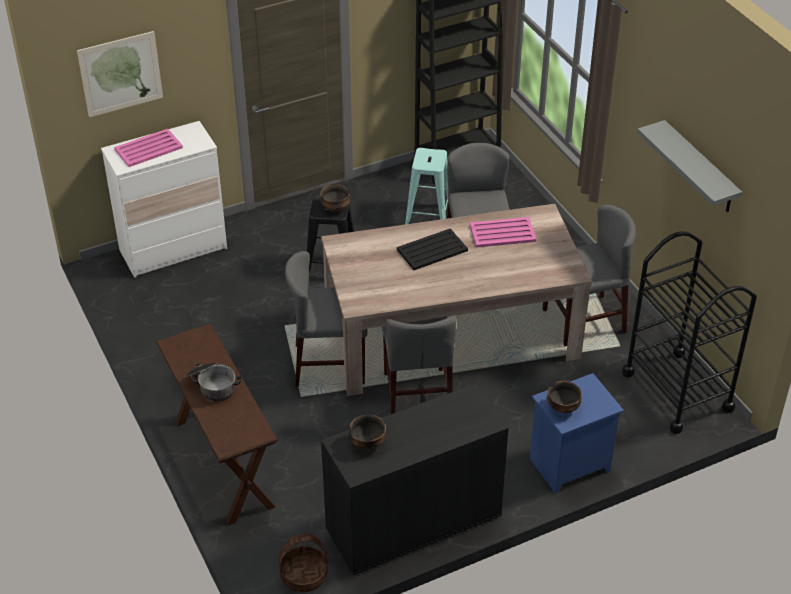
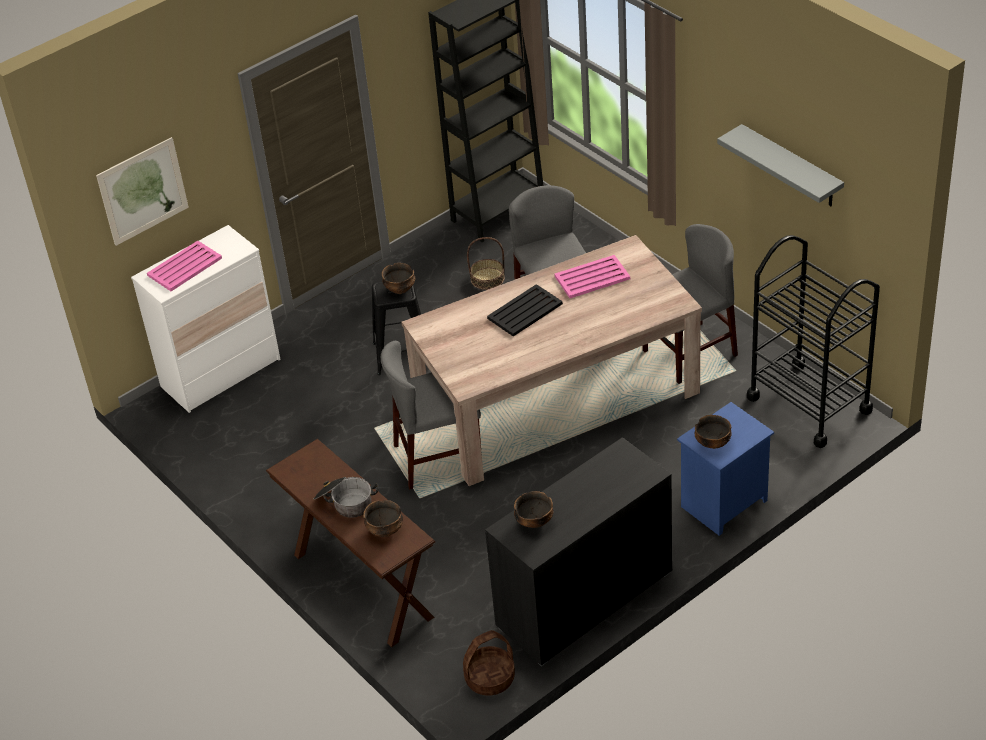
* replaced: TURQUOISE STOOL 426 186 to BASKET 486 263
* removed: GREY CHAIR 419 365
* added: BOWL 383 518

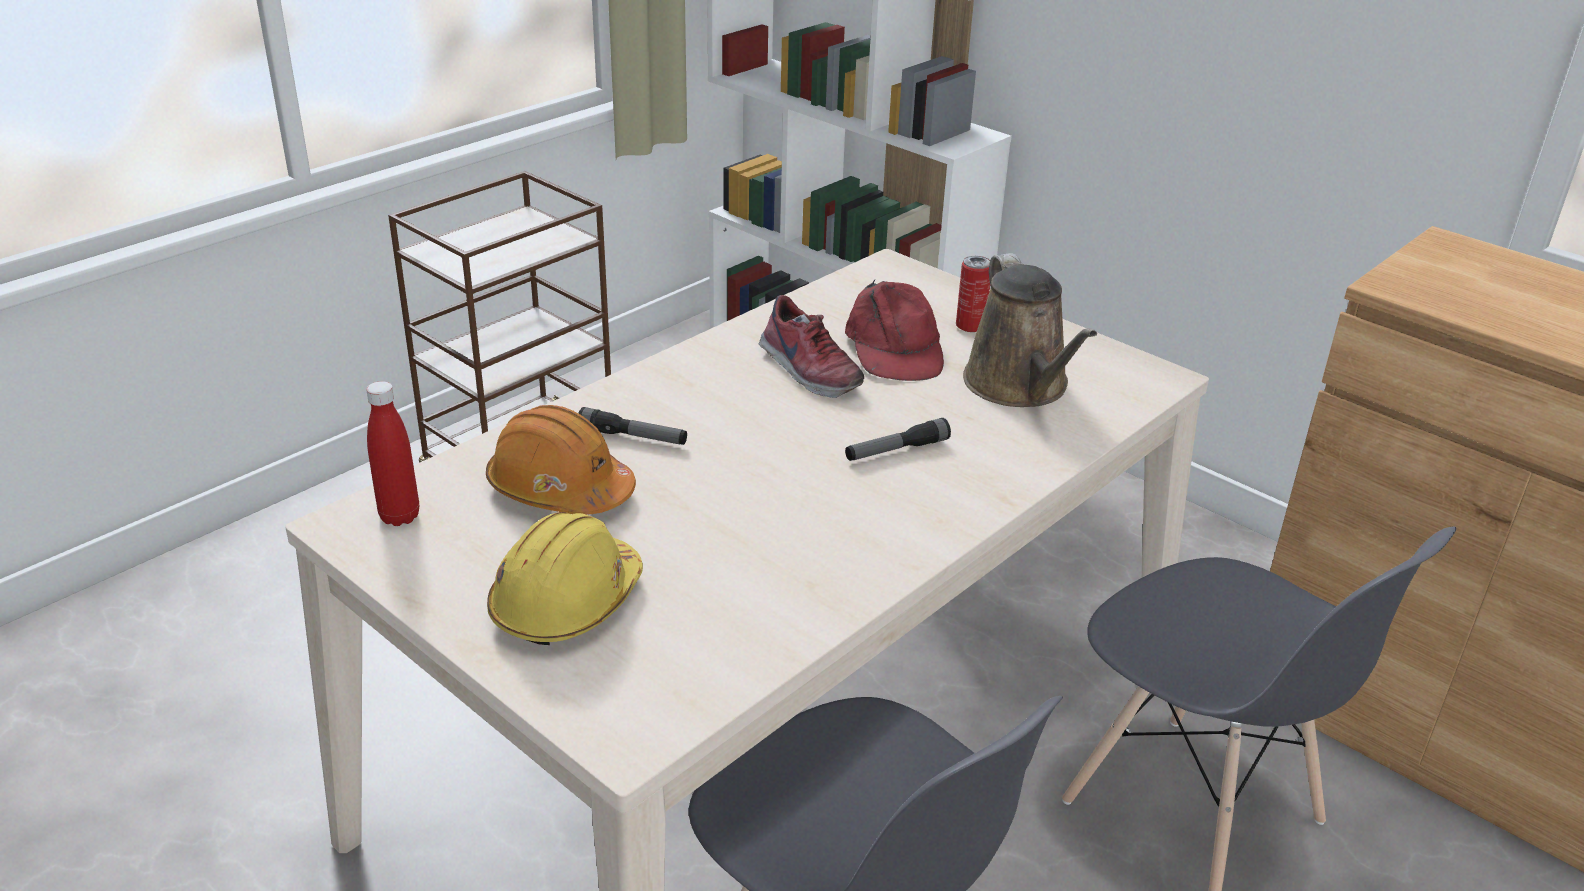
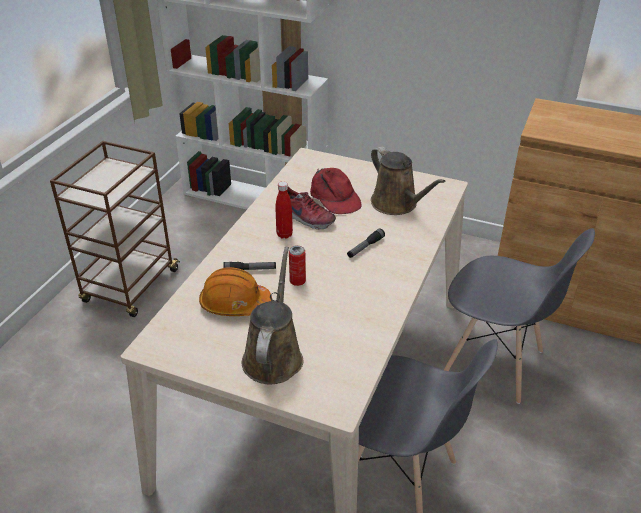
* moved: CAN 973 294 to 297 266
* moved: RED BOTTLE 392 453 to 284 210
* replaced: YELLOW HARD HAT 565 578 to BROWN WATERING CAN 272 315

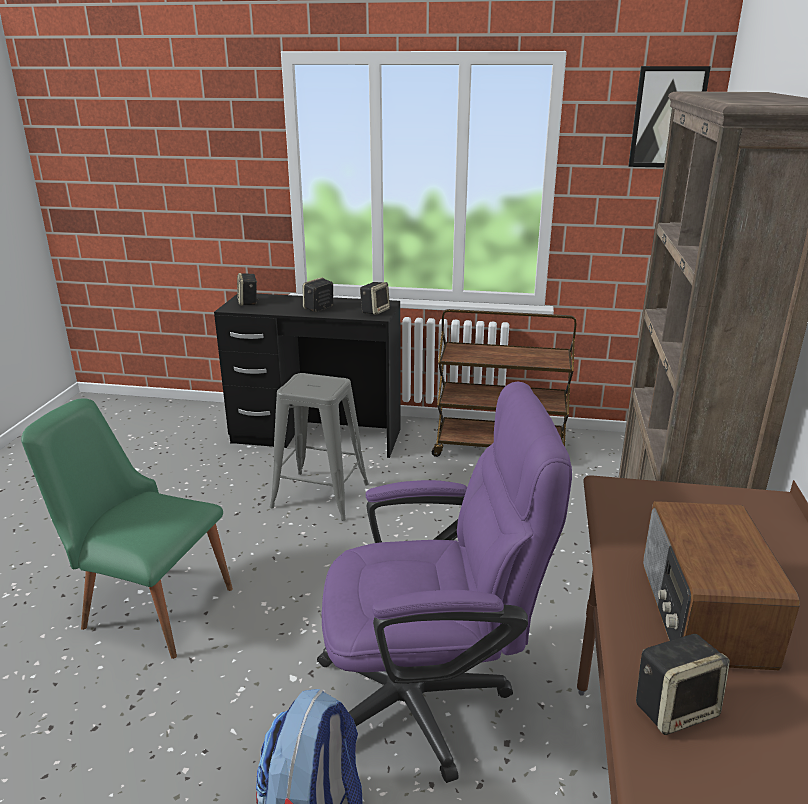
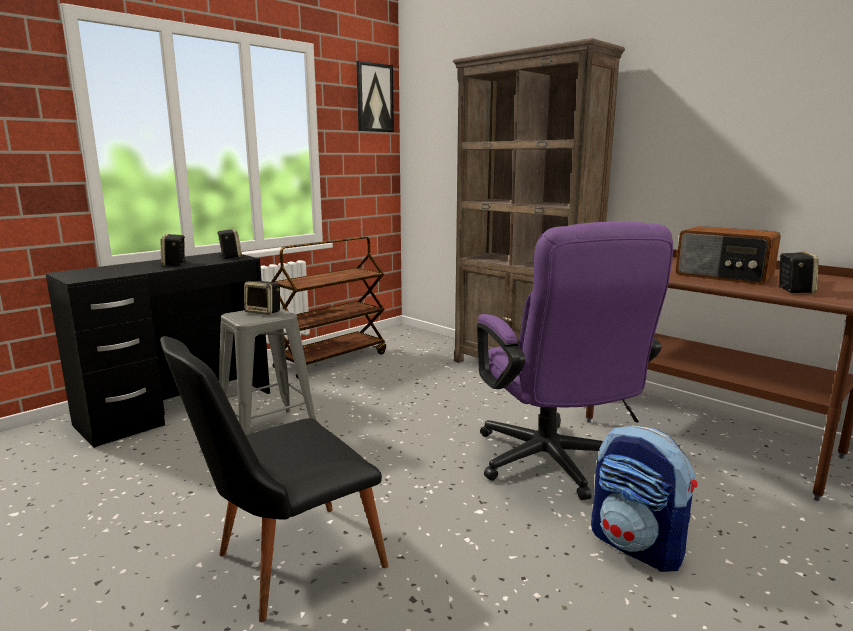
* moved: SPEAKER 248 289 to 262 298
* turned: PURPLE OFFICE CHAIR 444 582 = 575 360 135 degrees clockwise
* recoloured: GREEN CHAIR 127 528 to BLACK CHAIR 274 479

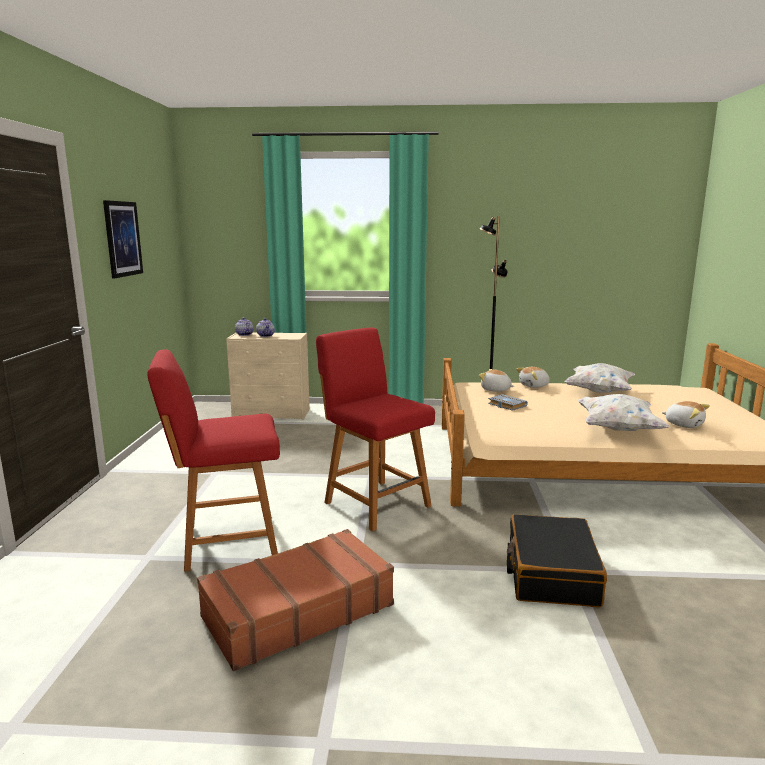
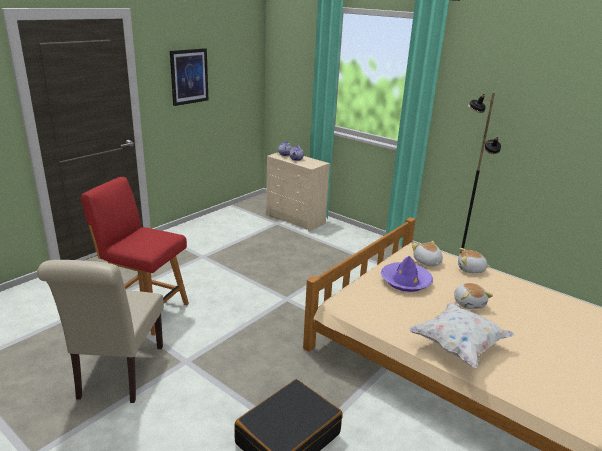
* removed: RED CHAIR 375 429
* removed: WHITE PILLOW 599 378
* replaced: GREY BOOK 508 402 to PURPLE HAT 407 274
* moved: PLUSH TOY 686 414 to 473 296
* replaced: BROWN SUITCASE 295 600 to BEIGE CHAIR 100 331

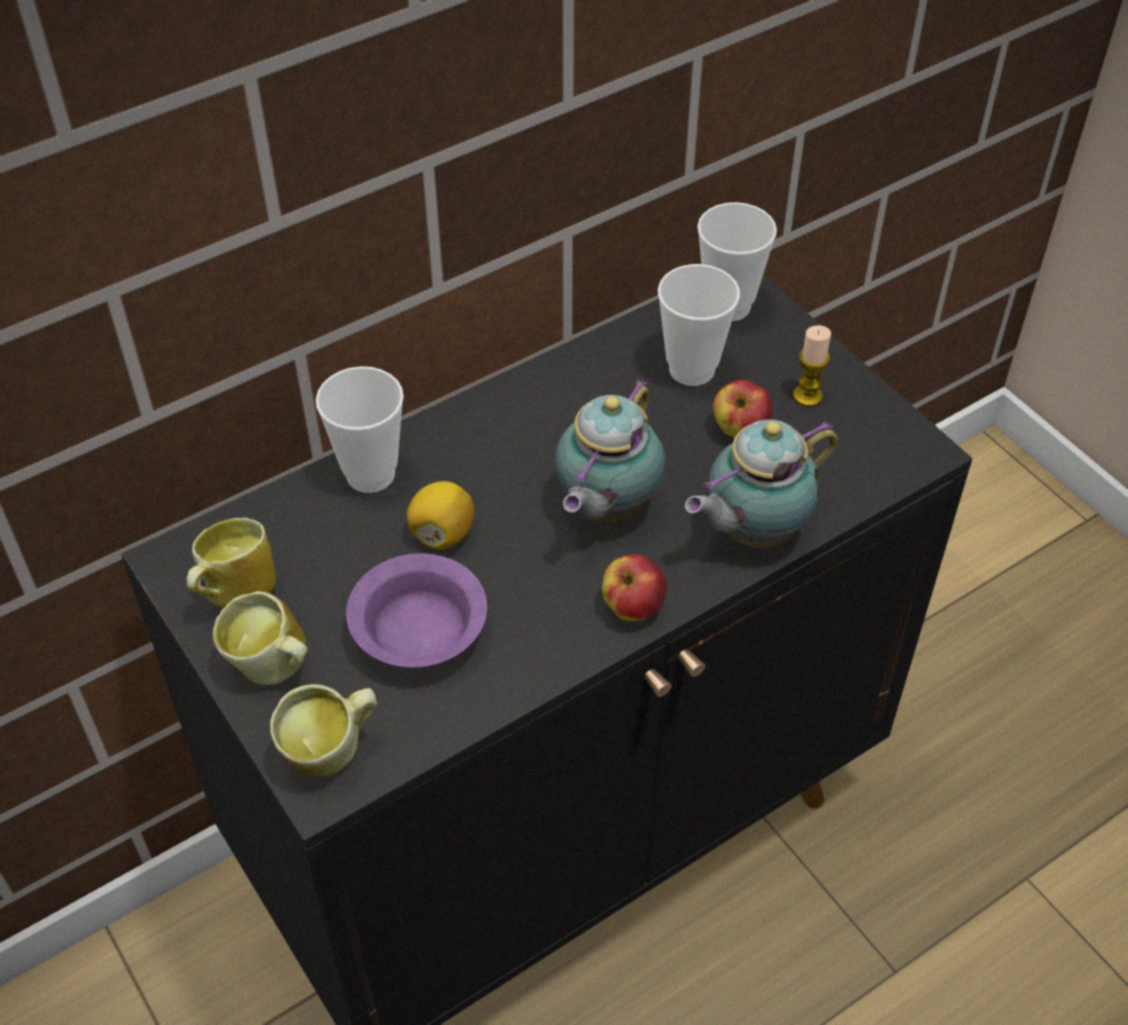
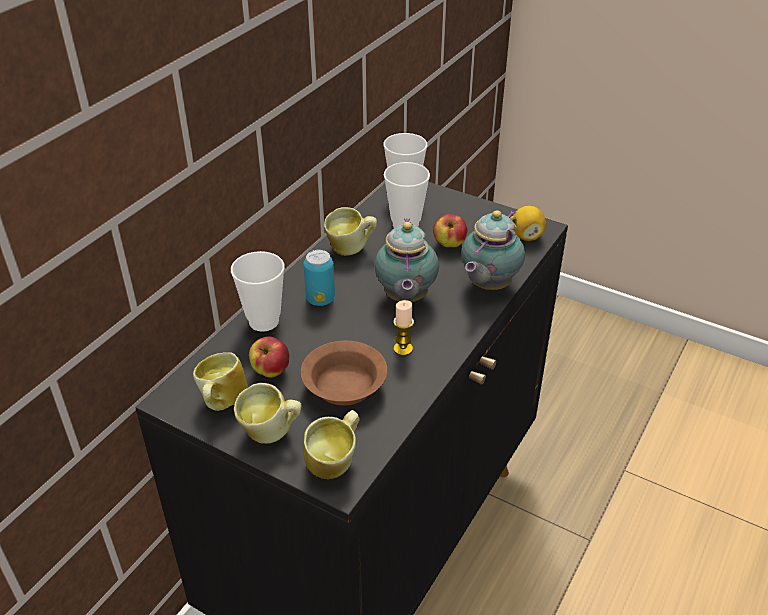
* moved: CANDLE 812 366 to 403 328
* moved: LEMON 440 515 to 529 223
* recoloured: PURPLE BOWL 416 611 to BROWN BOWL 344 373
* moved: APPLE 634 587 to 269 357
* added: MUG 350 231
* added: CAN 319 278

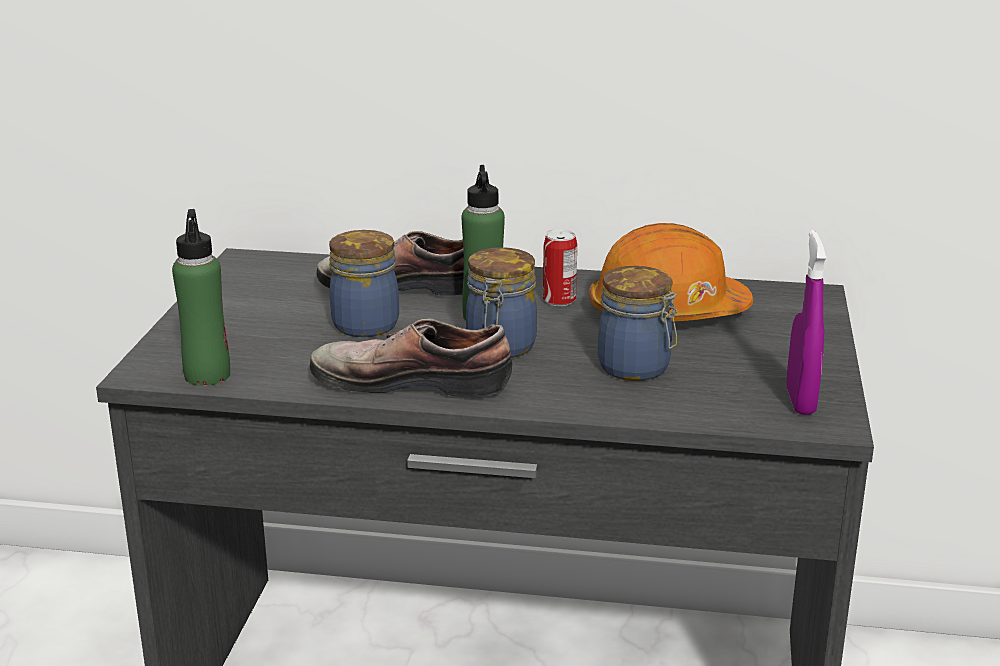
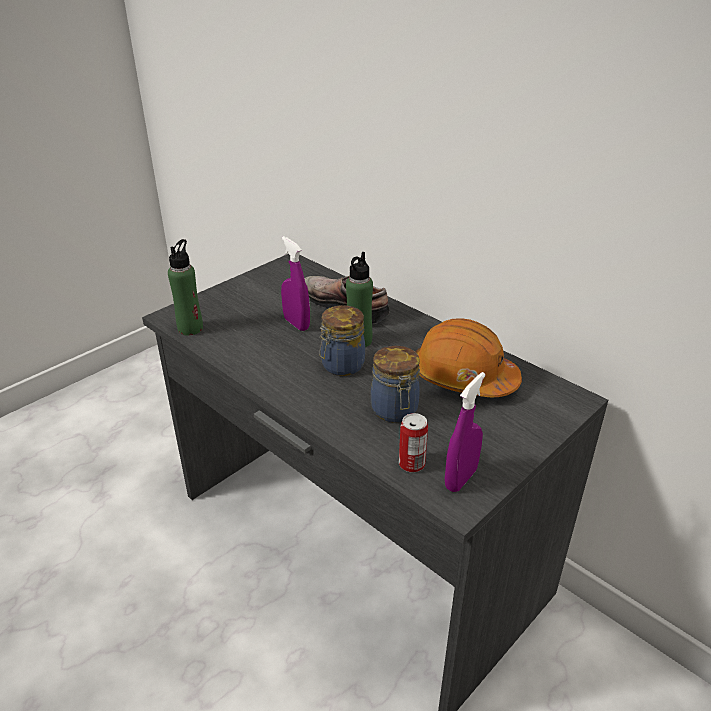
* moved: CAN 560 267 to 413 443
* replaced: JAR 364 283 to PURPLE SPRAY BOTTLE 295 283
* removed: SHOE 411 358

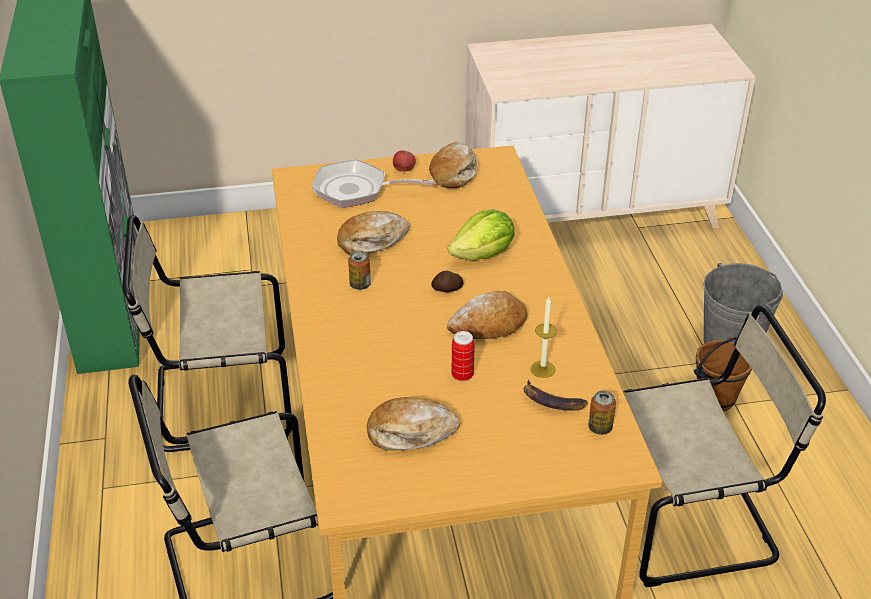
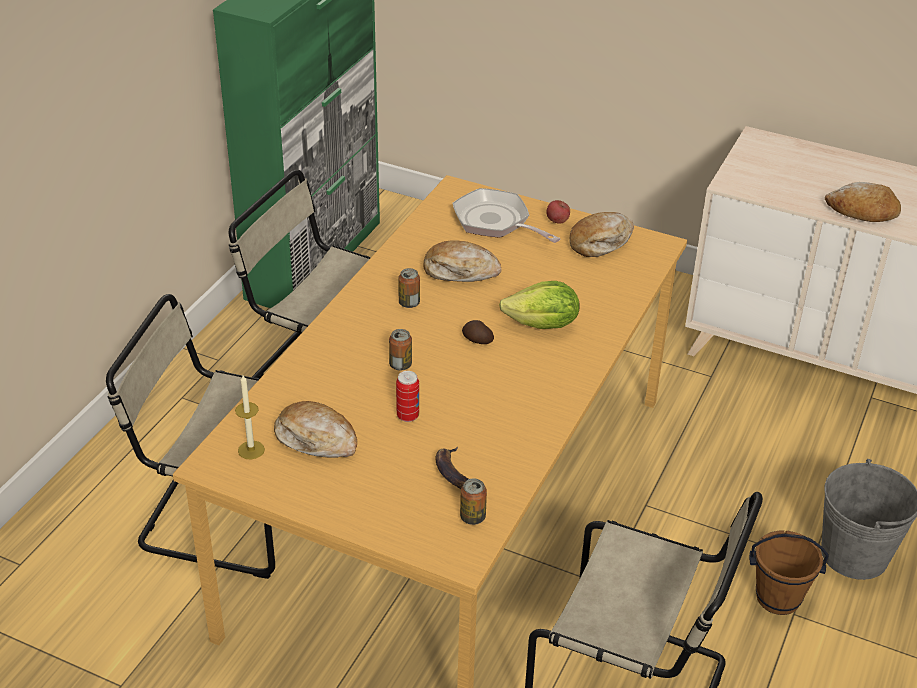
* moved: BREAD 487 315 to 863 202
* moved: CANDLE 543 337 to 250 417
* added: CAN 400 350

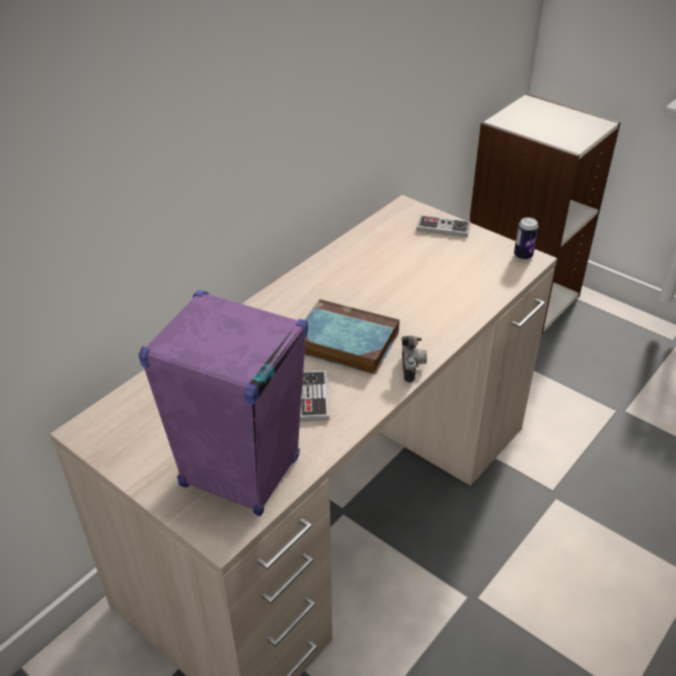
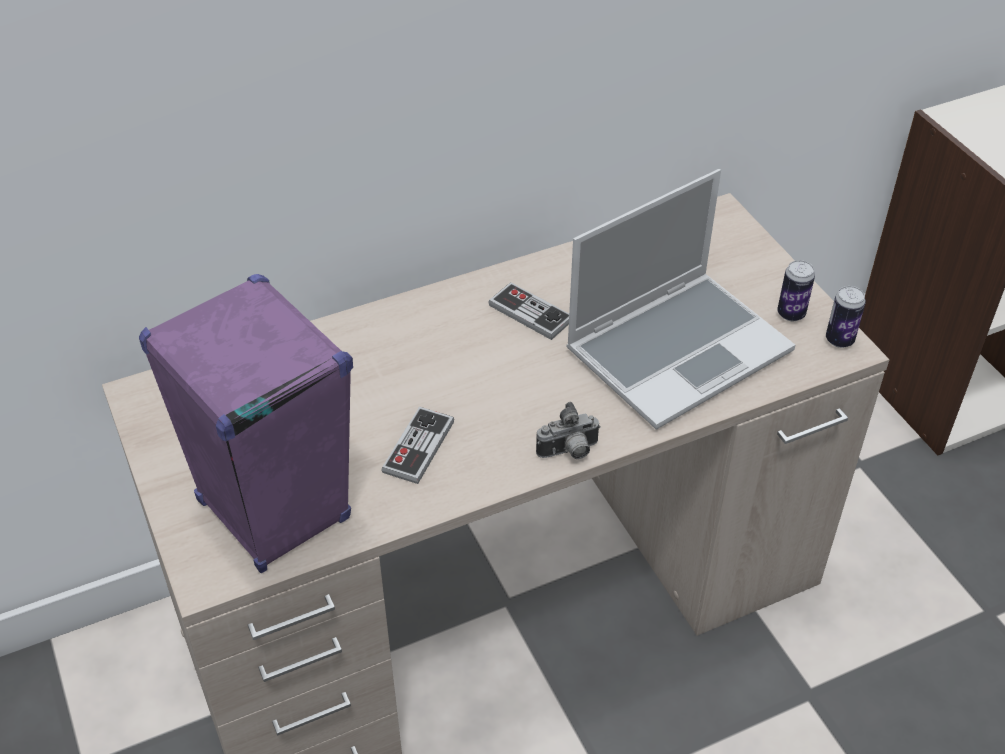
* moved: GAME CONTROLLER 443 226 to 528 311
* removed: BOOK 351 336
* turned: PHOTO CAMERA 414 359 = 568 430 45 degrees clockwise
* added: LAPTOP 680 299
* added: CAN 796 290

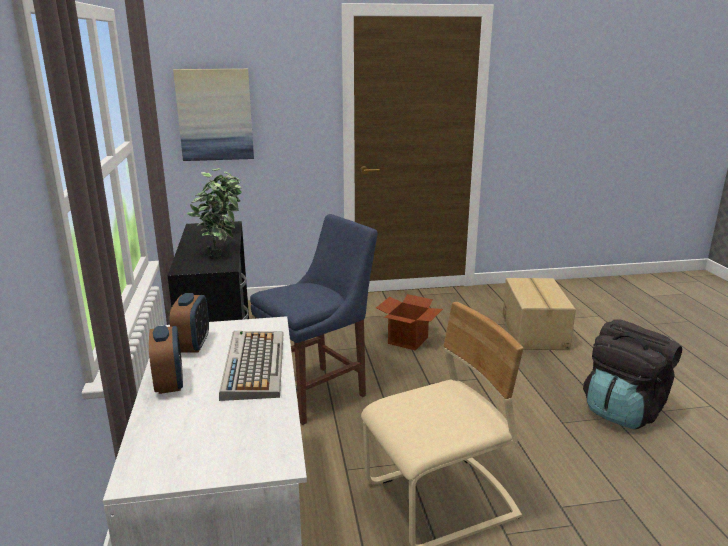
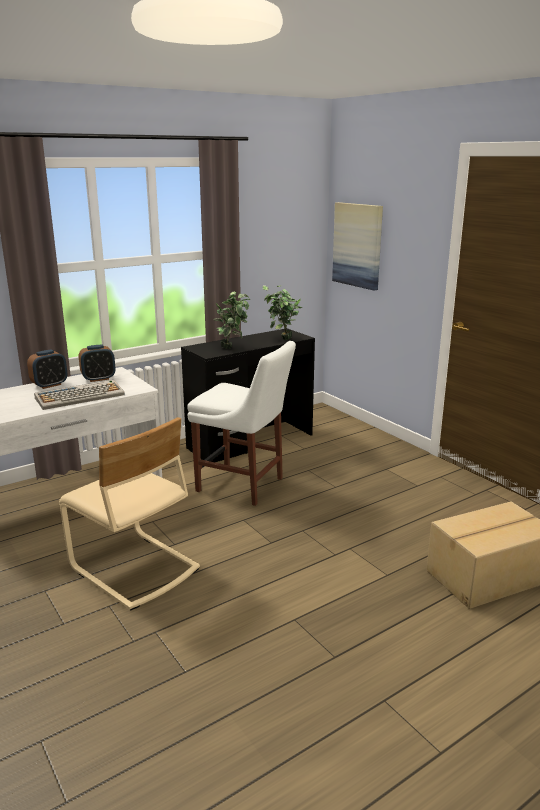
* recoloured: BLUE CHAIR 314 319 to WHITE CHAIR 241 423
* removed: CARDBOARD BOX 409 322
* removed: BLACK BACKPACK 632 374

